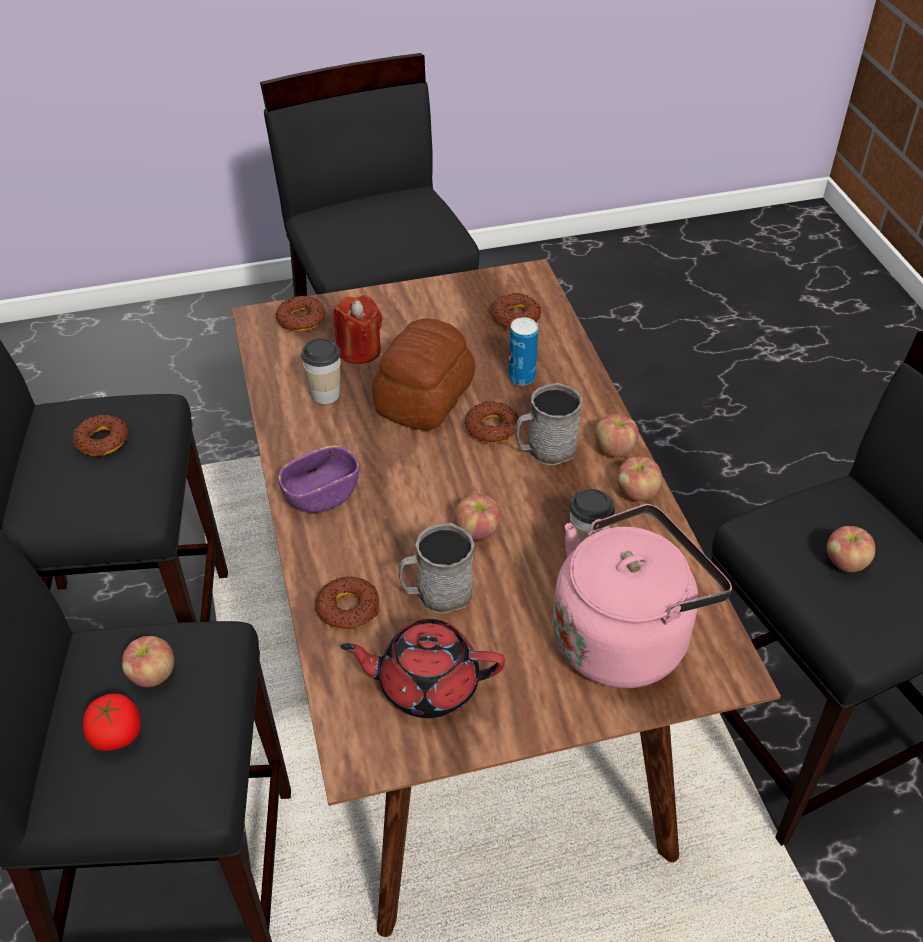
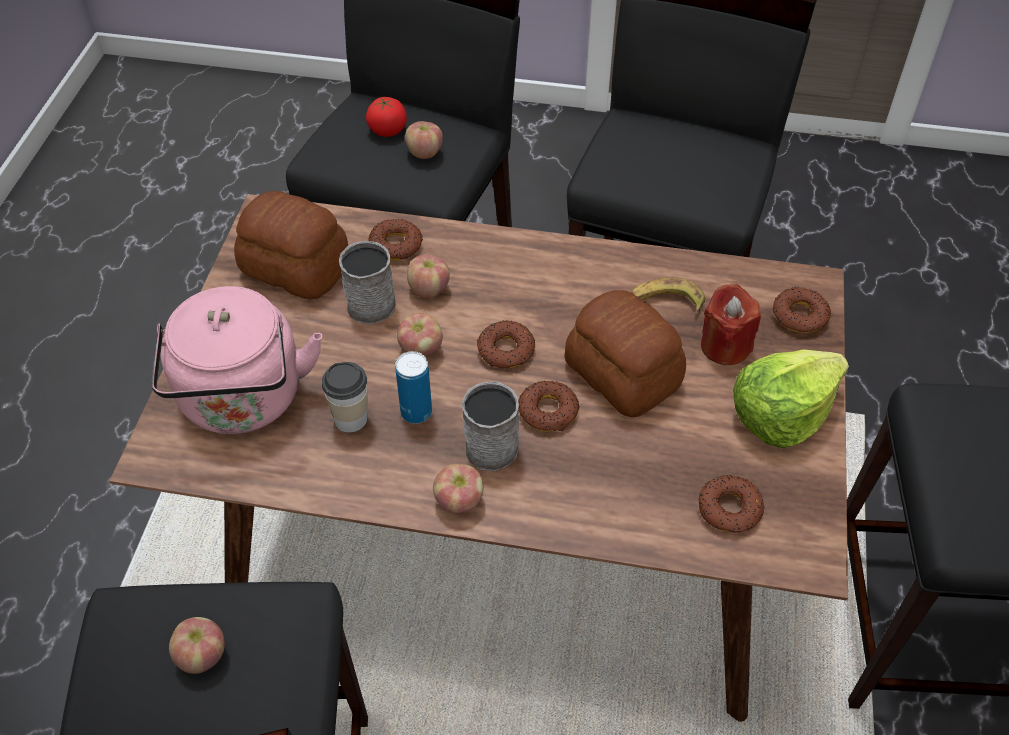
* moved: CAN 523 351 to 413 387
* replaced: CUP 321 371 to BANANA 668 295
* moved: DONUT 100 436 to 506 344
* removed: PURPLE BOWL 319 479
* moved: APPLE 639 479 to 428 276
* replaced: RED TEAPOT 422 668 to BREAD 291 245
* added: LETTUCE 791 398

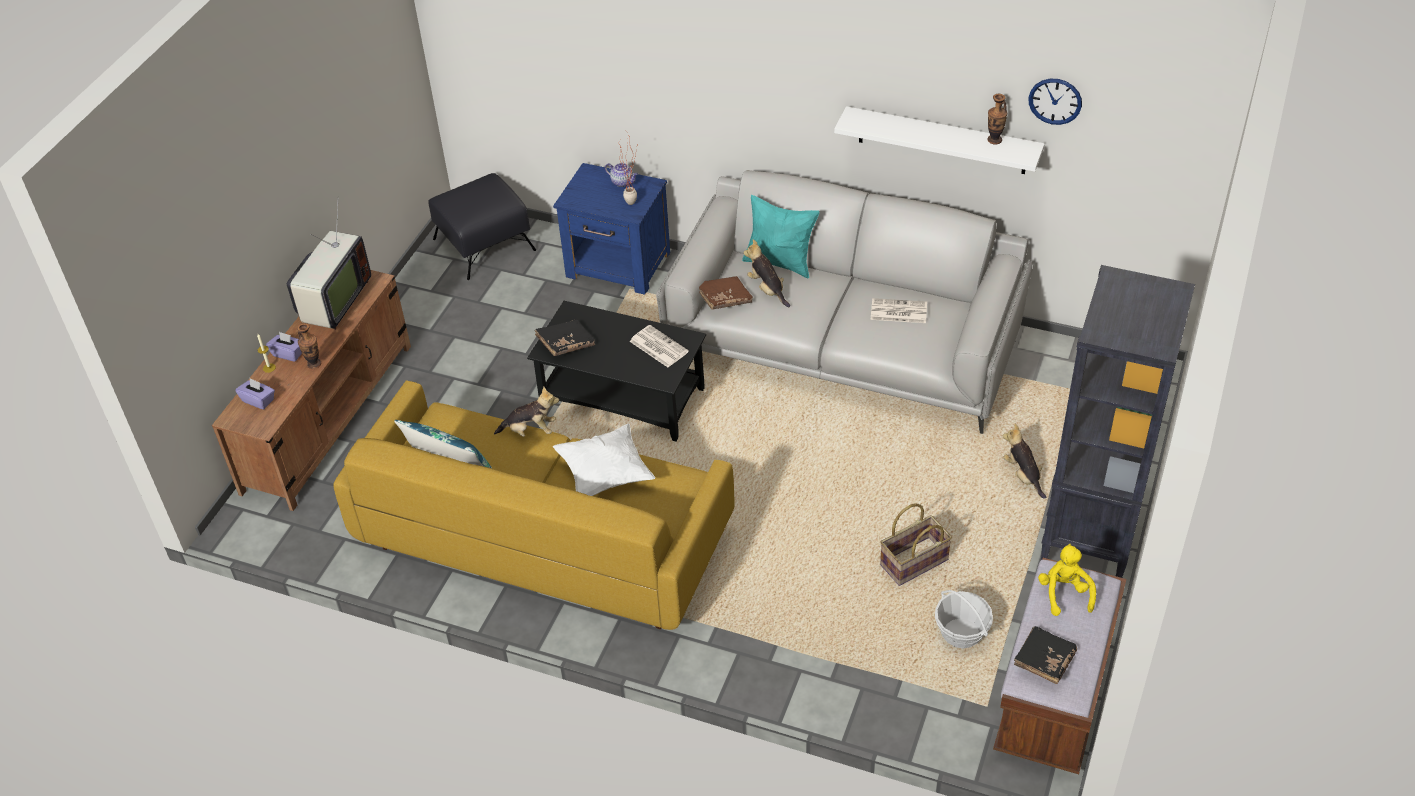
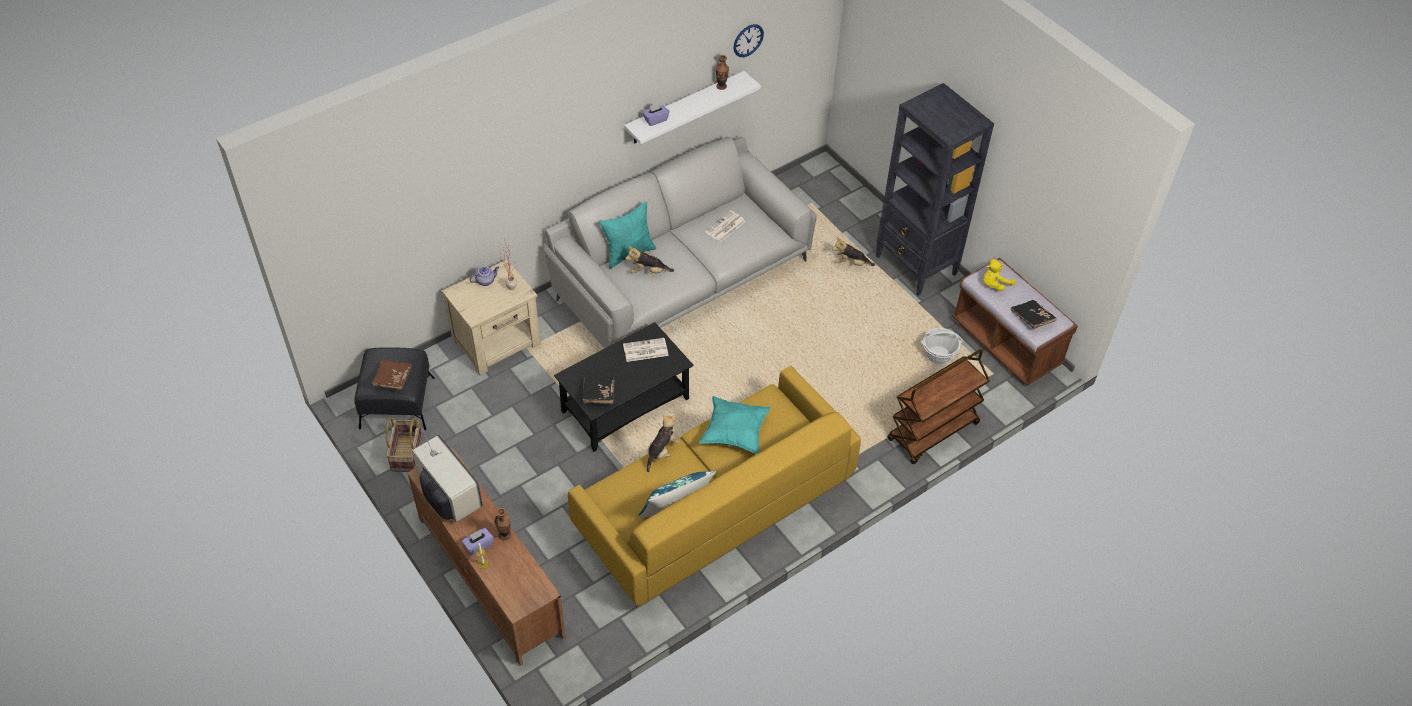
* recoloured: BLUE NIGHTSTAND 611 229 to BEIGE NIGHTSTAND 491 317
* moved: BROWN BOOK 726 293 to 392 375
* moved: PURPLE TISSUE BOX 255 394 to 655 114
* recoloured: WHITE PILLOW 604 459 to TURQUOISE PILLOW 735 425
* moved: BASKET 916 545 to 404 444
* turned: YELLOW PLUSH TOY 1067 579 = 999 275 60 degrees counterclockwise
* added: BROWN CART 938 406

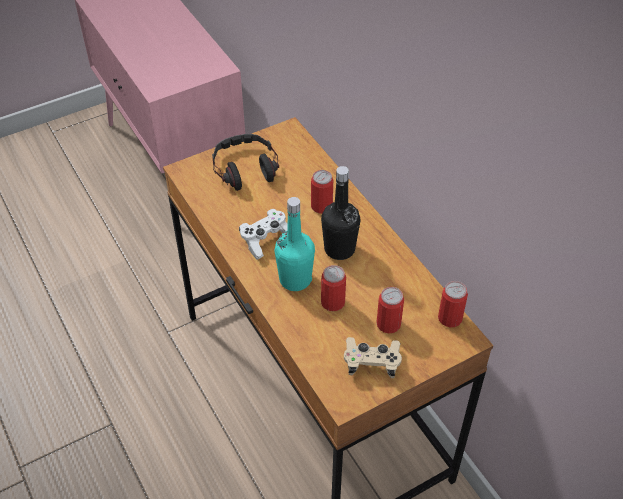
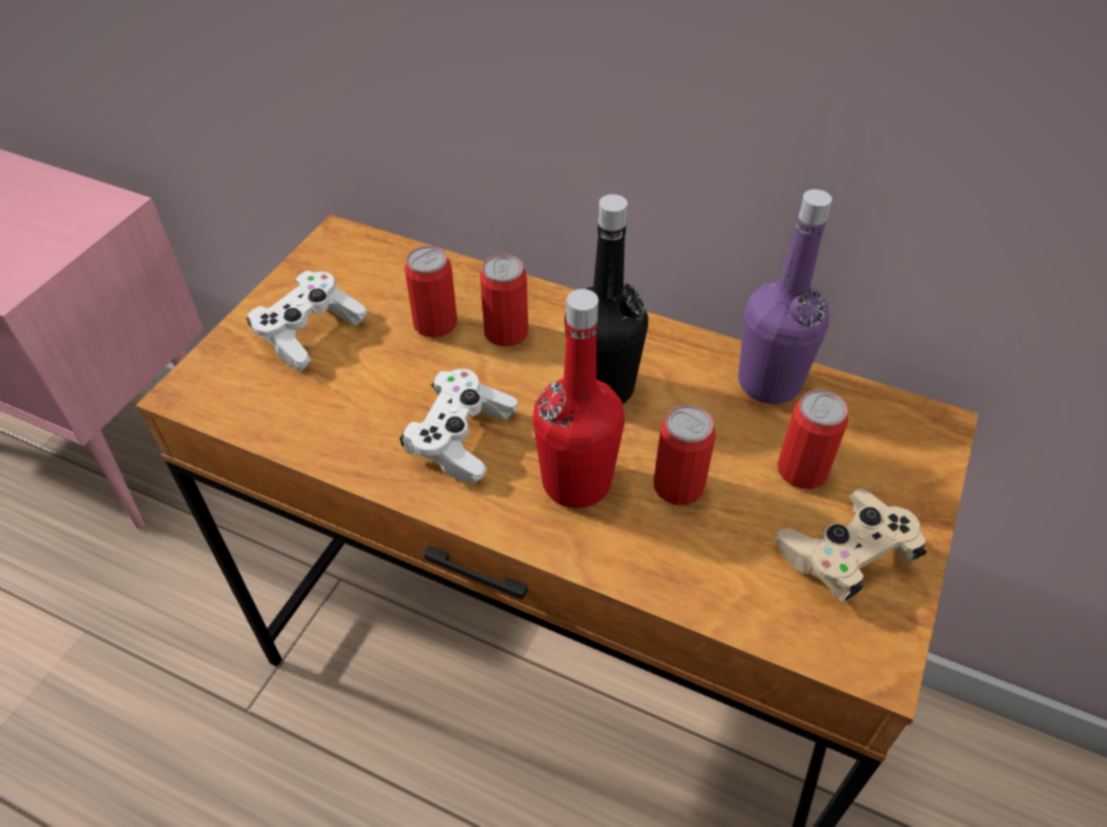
* replaced: HEADPHONES 245 162 to WHITE GAME CONTROLLER 307 321
* recoloured: TURQUOISE BOTTLE 295 244 to RED BOTTLE 579 398
* moved: CAN 453 304 to 431 291
* added: PURPLE BOTTLE 785 296

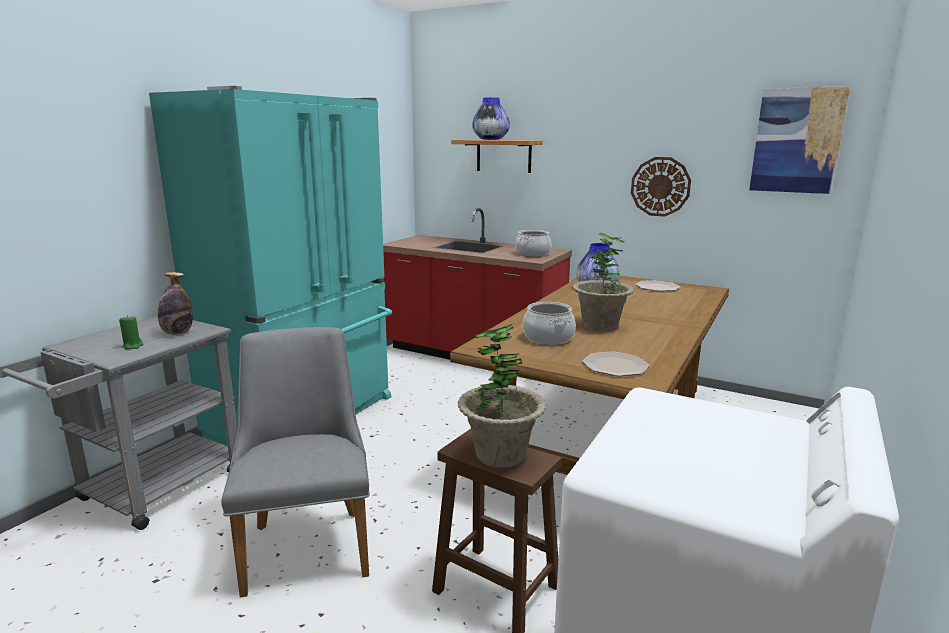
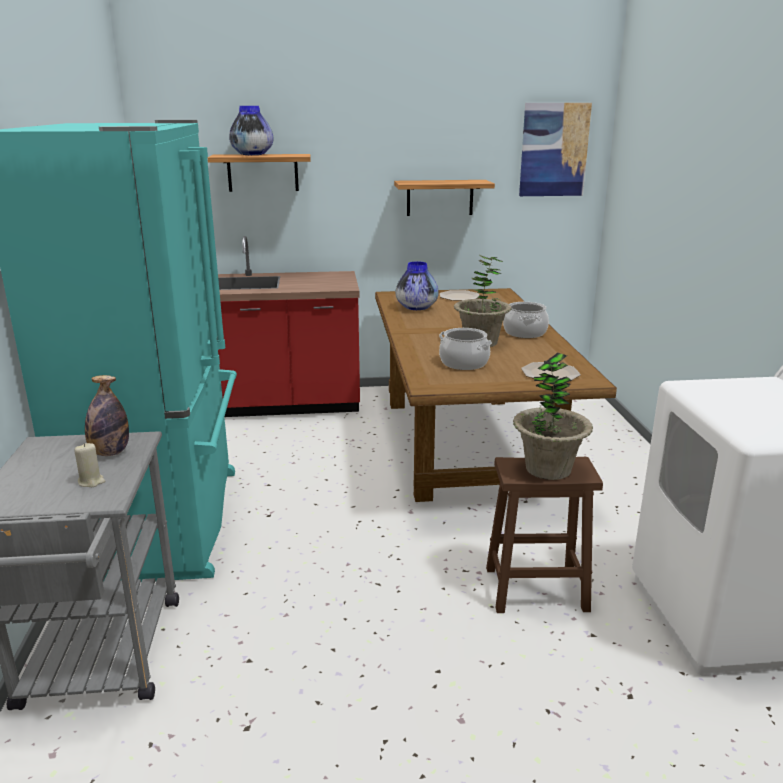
* replaced: WALL CLOCK 661 187 to SHELF 444 198
* moved: COOKING POT 533 243 to 526 320
* recoloured: GREEN CANDLE 131 332 to BEIGE CANDLE 89 465
* removed: GREY CHAIR 295 462

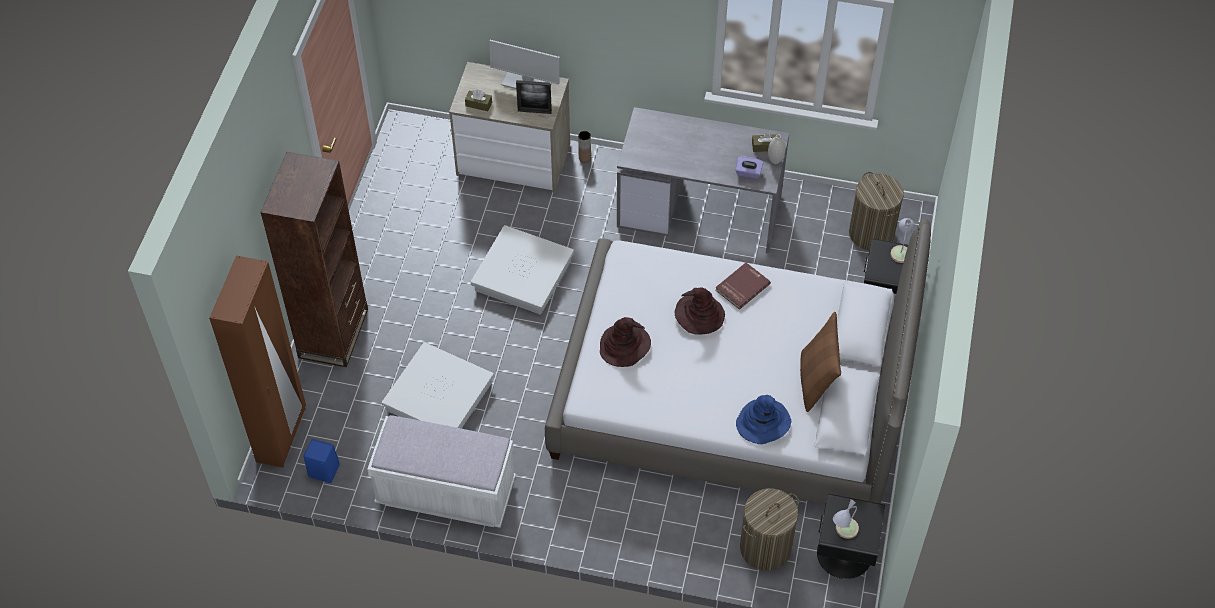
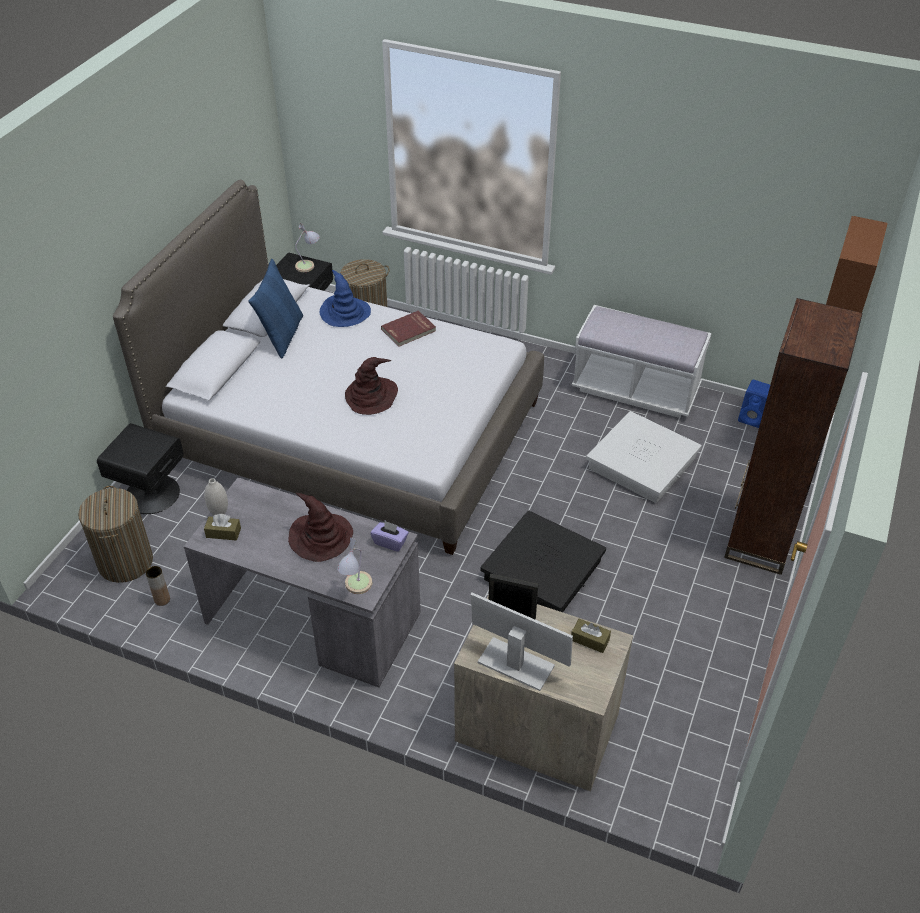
* moved: BROWN VASE 584 147 to 158 586
* moved: PURPLE TISSUE BOX 749 167 to 390 536
* moved: TABLE LAMP 902 240 to 354 566
* recoloured: WHITE STORAGE BOX 522 270 to BLACK STORAGE BOX 543 561
* moved: RED BOOK 743 286 to 408 328
* recoloured: BROWN PILLOW 820 362 to BLUE PILLOW 275 308
* moved: BROWN HAT 625 342 to 320 527

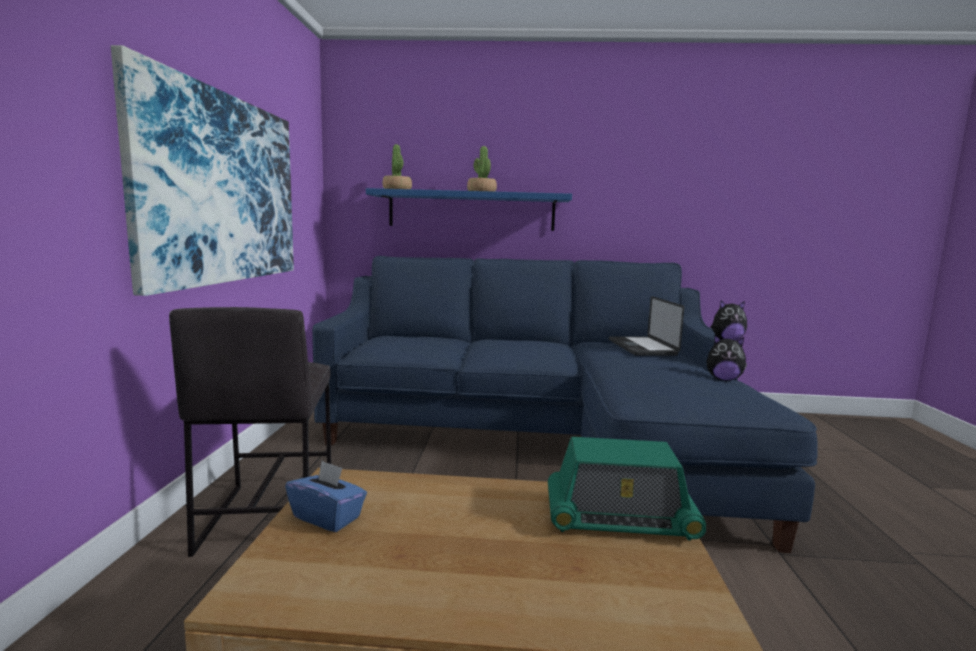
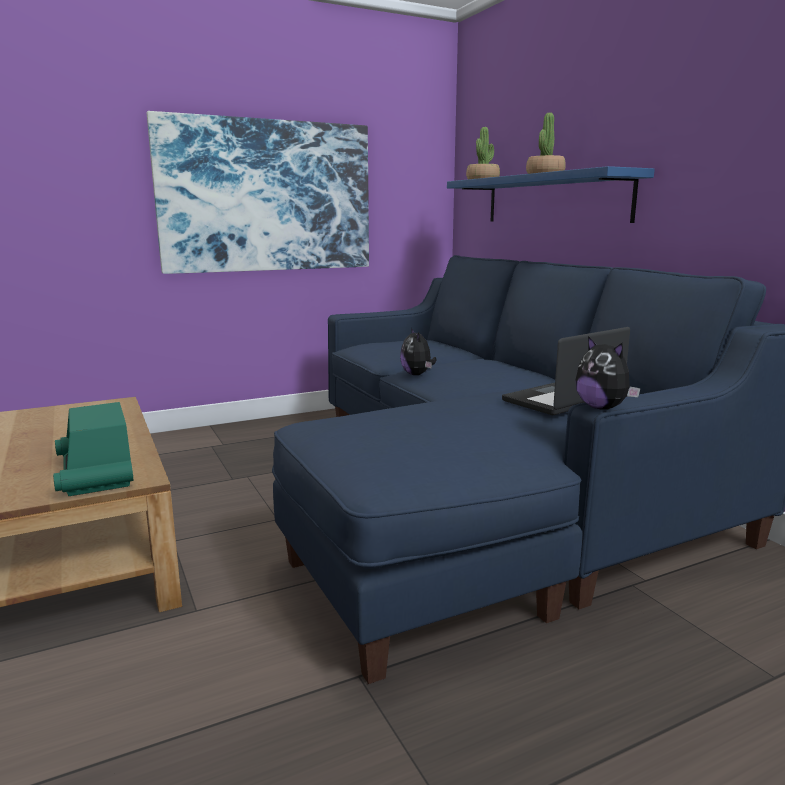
* removed: GREY STOOL 250 432
* moved: PLUSH TOY 727 358 to 418 351
* removed: BLUE TISSUE BOX 326 496

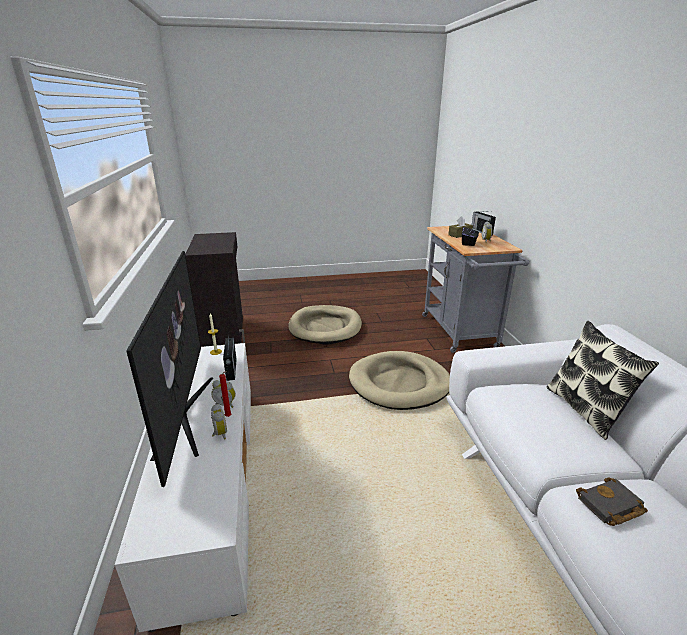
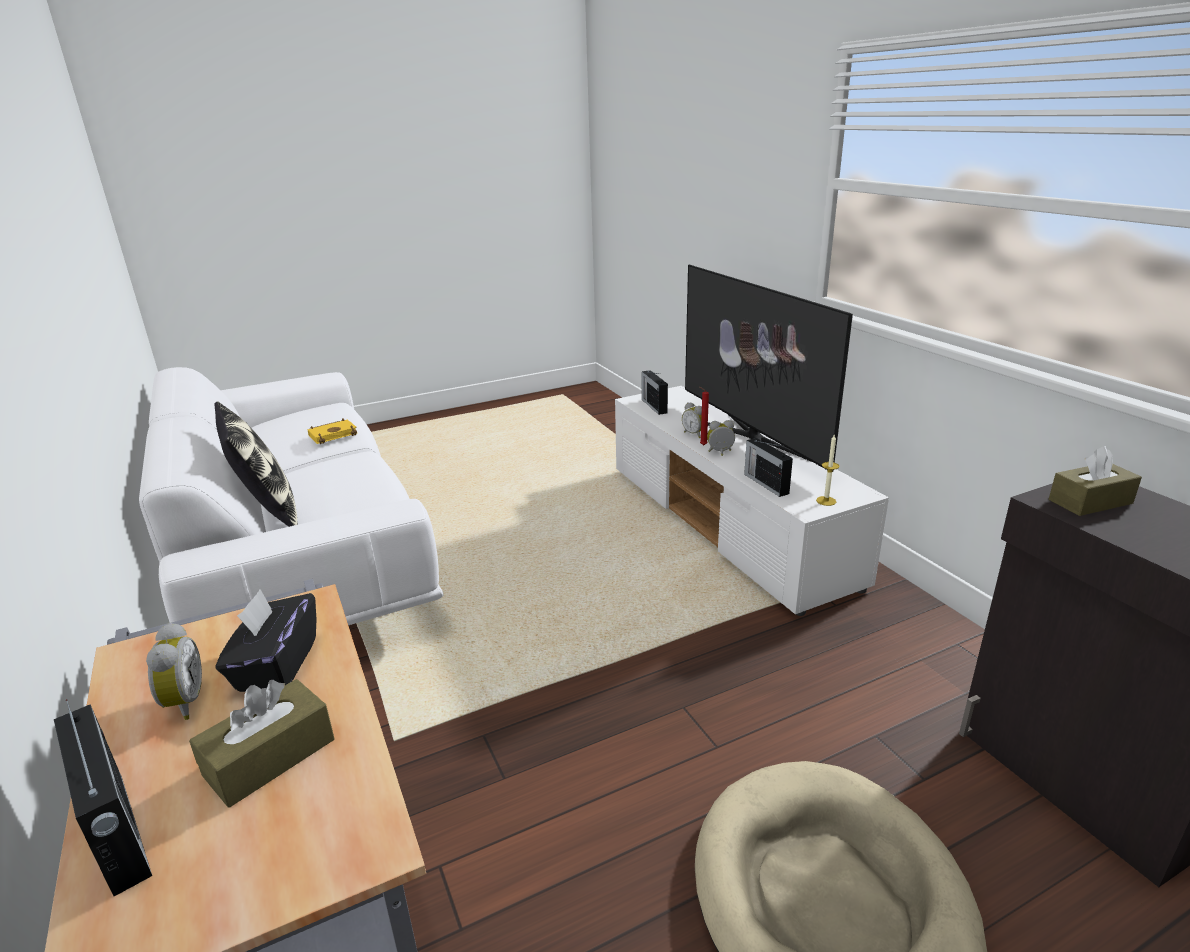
* removed: BEIGE DOG BED 399 380
* recoloured: BLACK BOOK 612 501 to YELLOW BOOK 333 431
* added: RADIO 655 392
* added: BROWN TISSUE BOX 1095 481

